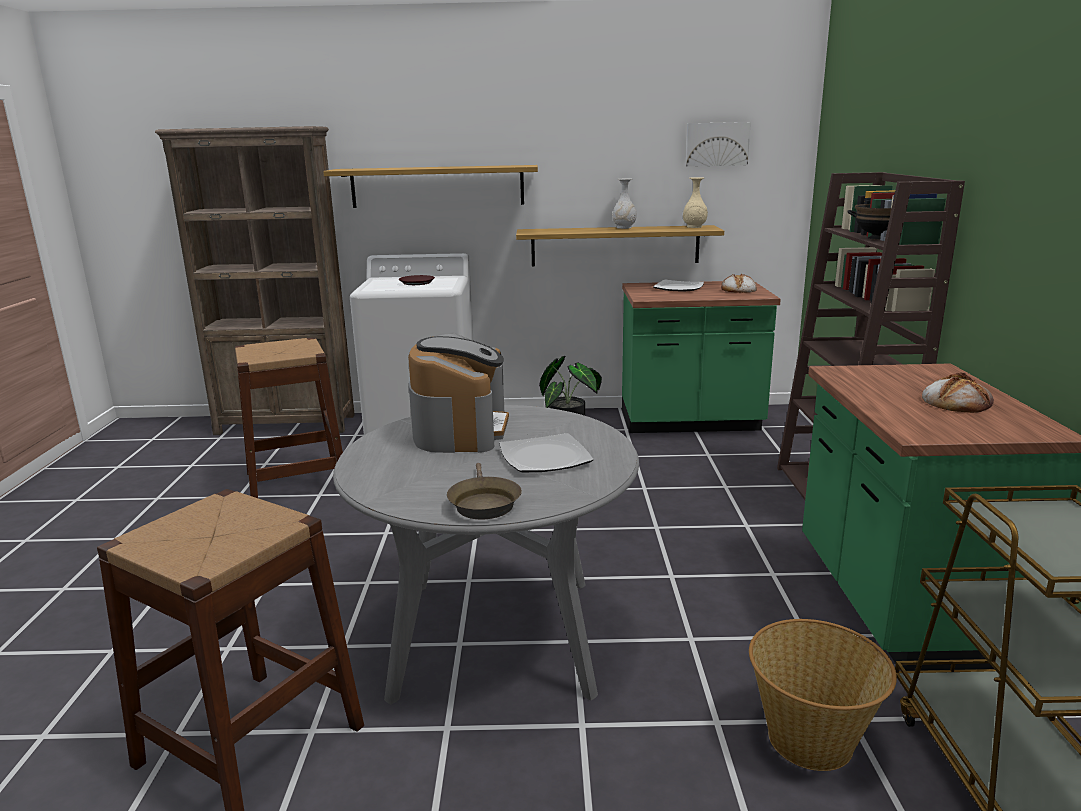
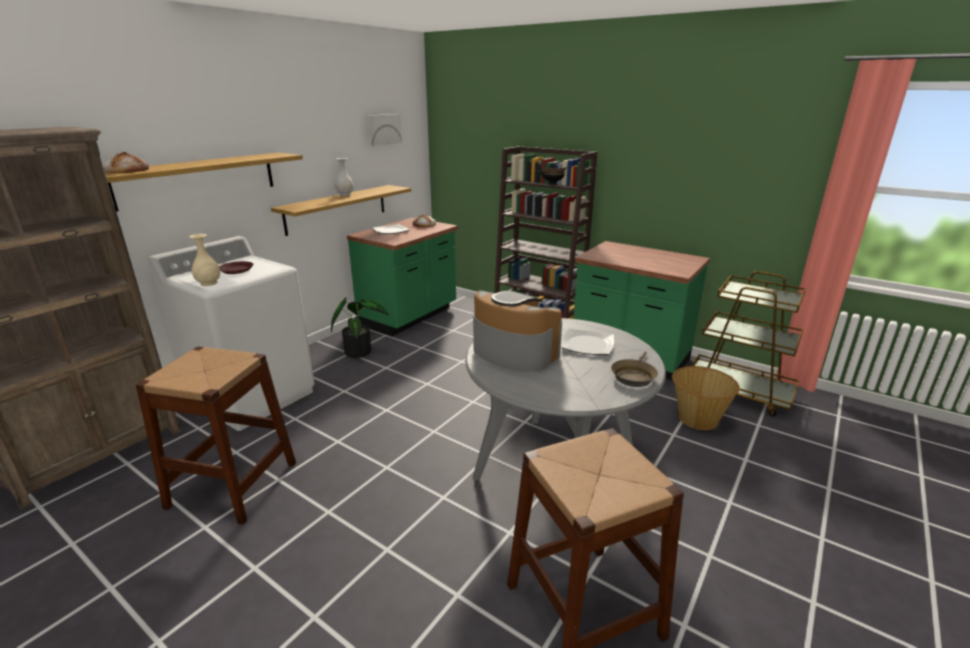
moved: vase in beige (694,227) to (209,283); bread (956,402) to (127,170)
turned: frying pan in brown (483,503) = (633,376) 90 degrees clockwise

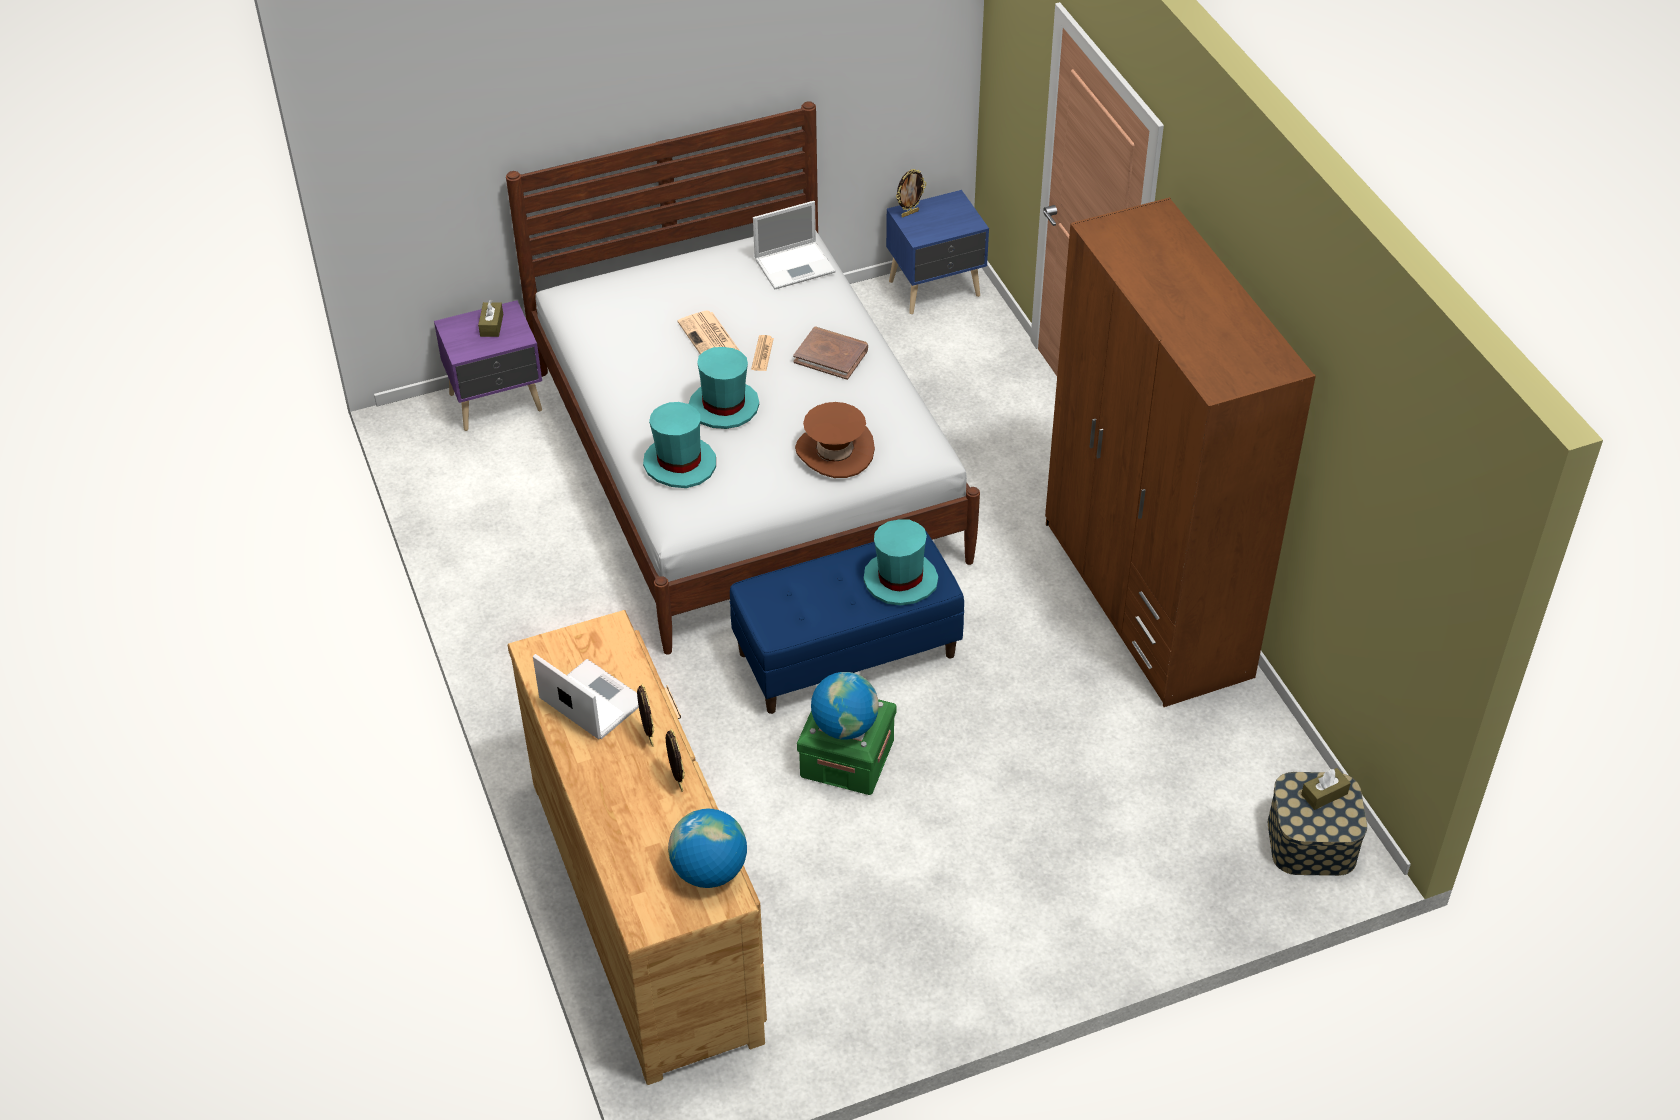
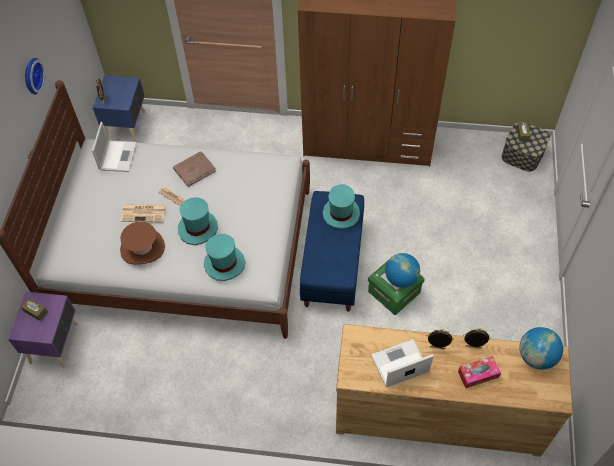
added: wall clock (31,75); tissue box (478,374)
moved: hat in brown (834,451) to (142,248)

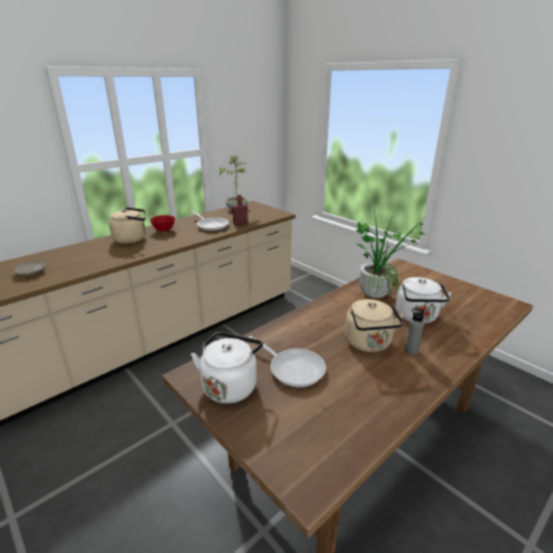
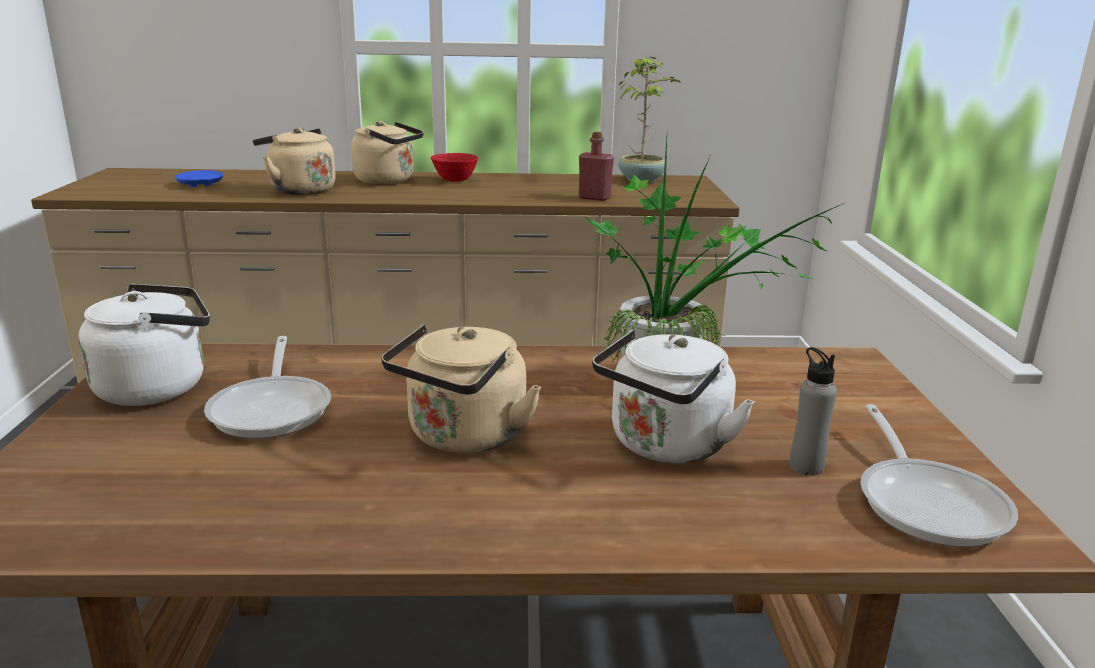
added: kettle in beige (299,190)
moved: frying pan (211,225) to (927,502); bottle in grey (411,350) to (806,466)
recoloured: plate in beige (31,272) to plate in blue (200,185)

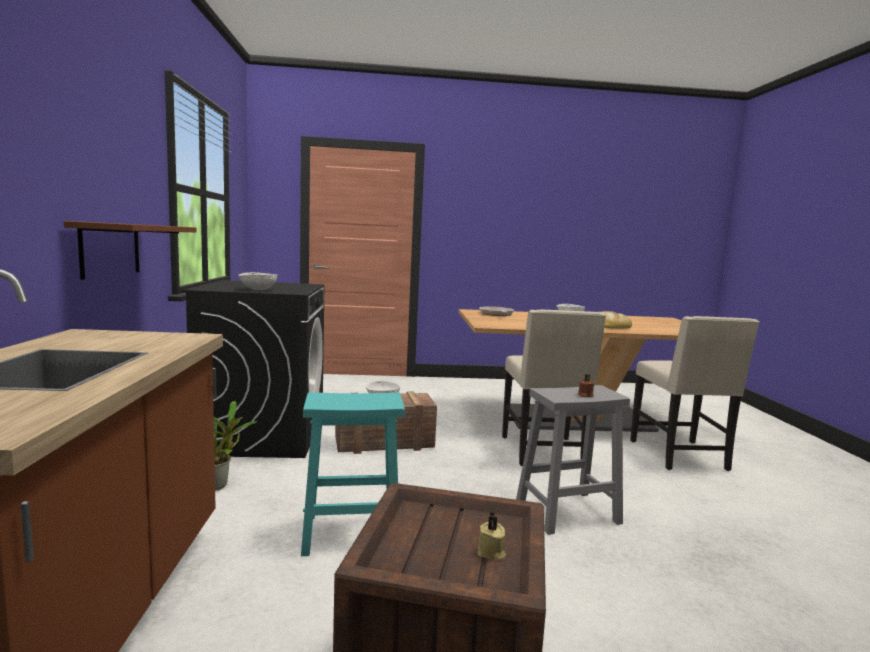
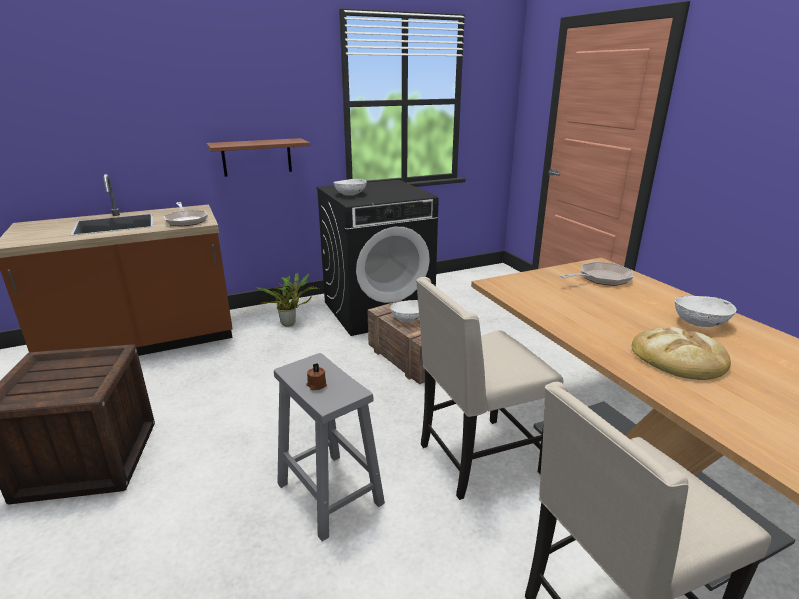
removed: stool in turquoise (349,533); candle in beige (491,553)
added: frying pan (186,220)

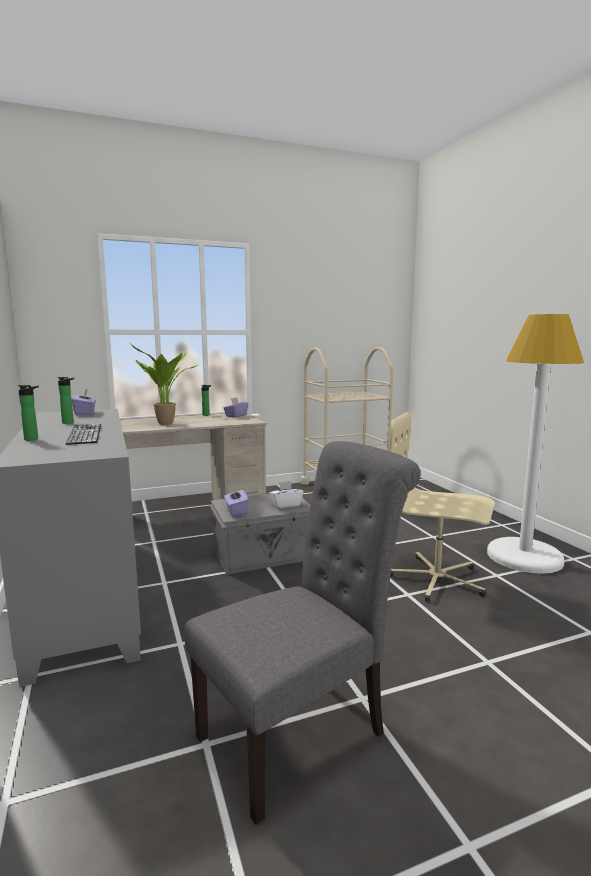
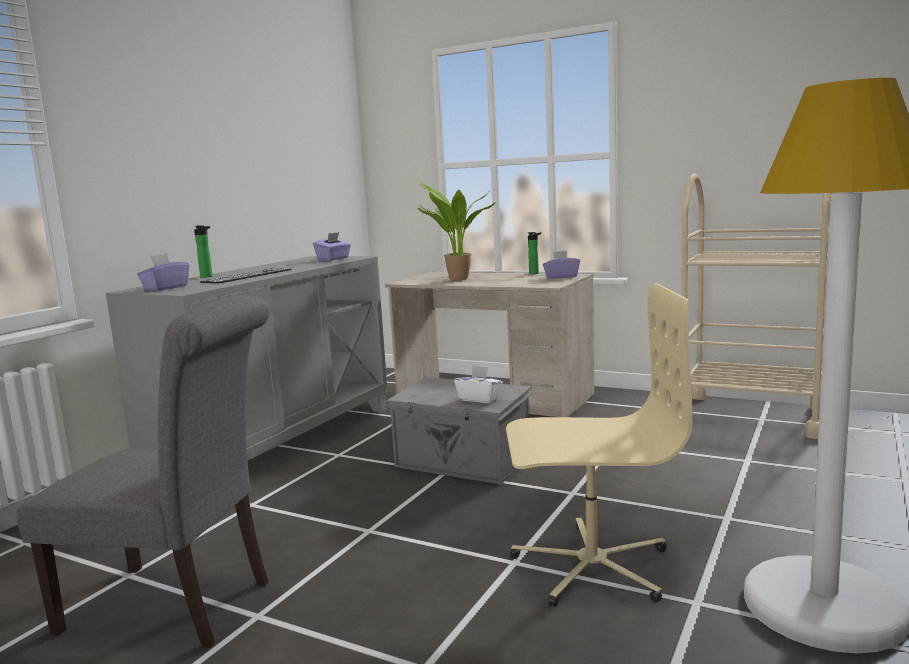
removed: bottle (70,422)
moved: tissue box in purple (236,511) to (165,288)
turned: office chair in beige (437,579) = (591,566) 105 degrees clockwise

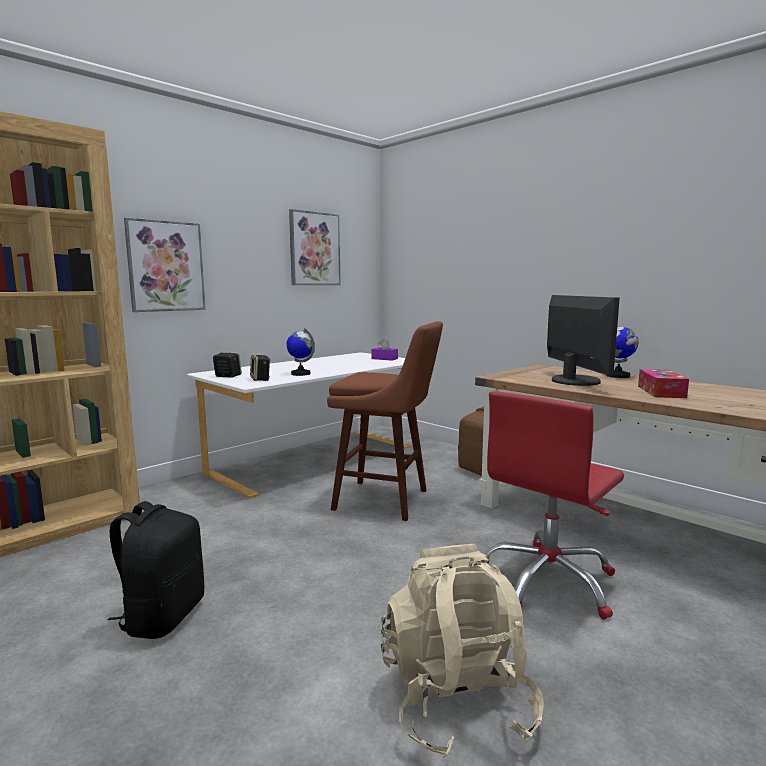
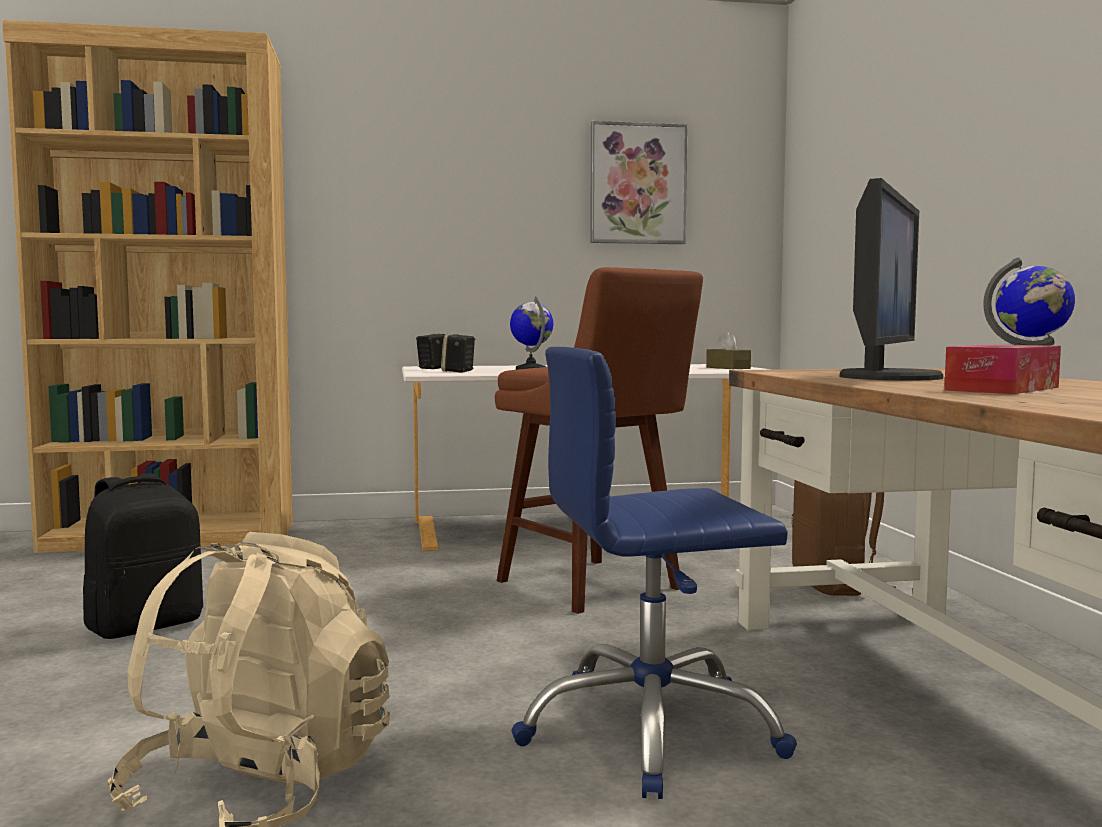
removed: picture (165,266)
recoloured: tissue box in purple (384,359) to tissue box in brown (728,368); office chair in red (548,581) to office chair in blue (650,731)

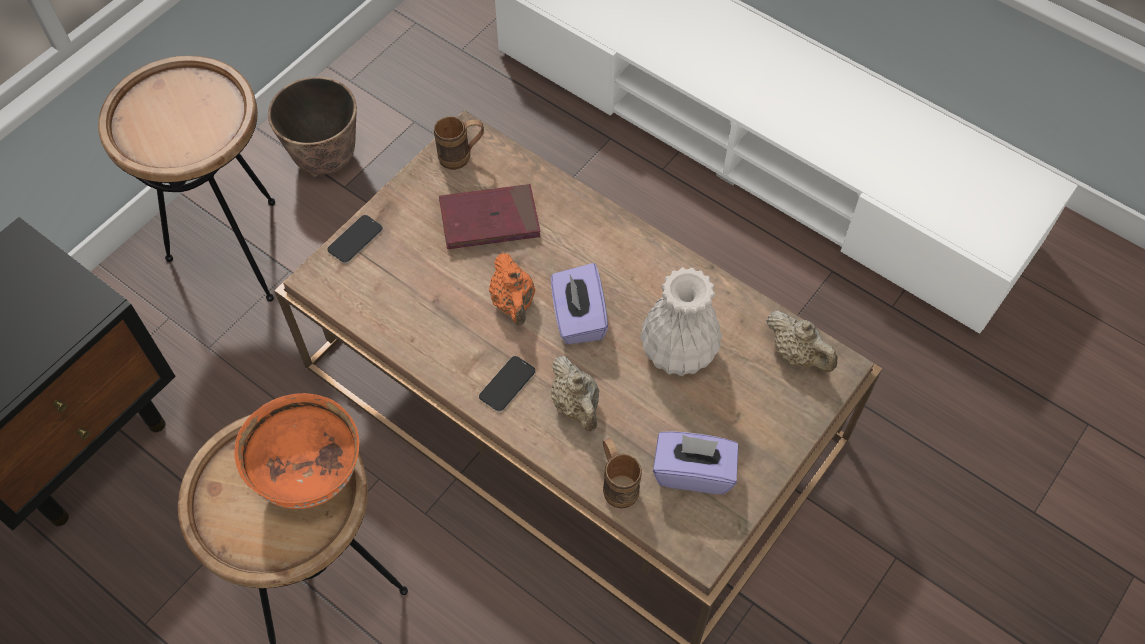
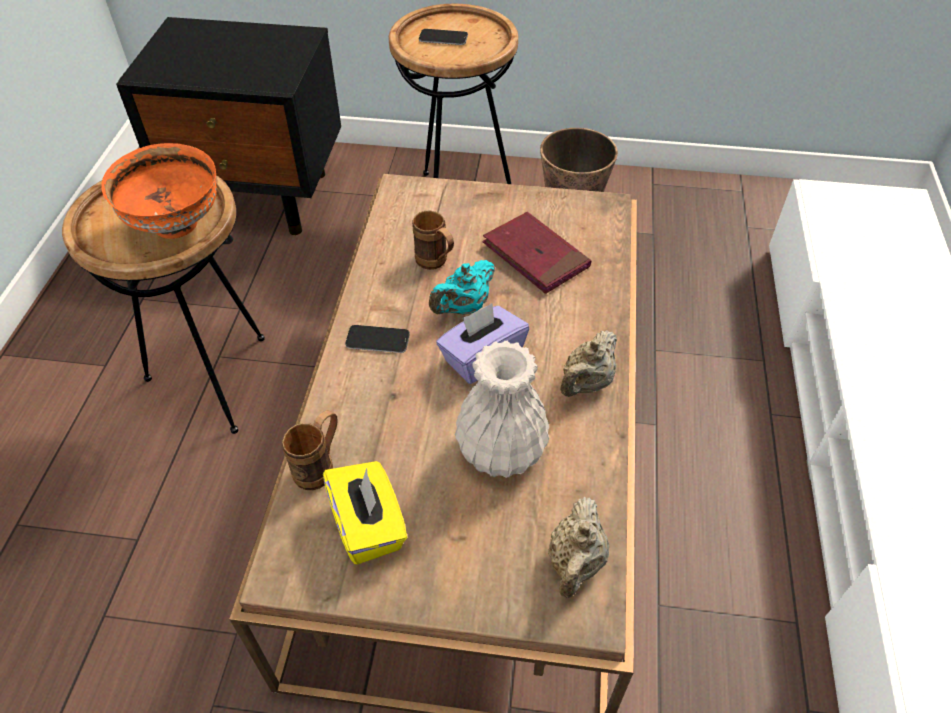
moved: phone (355,240) to (443,38); mug in brown (462,157) to (436,263); teapot in beige (576,406) to (586,383)
recoloured: teapot in orange (513,303) to teapot in turquoise (463,308); tissue box in purple (693,472) to tissue box in yellow (369,526)

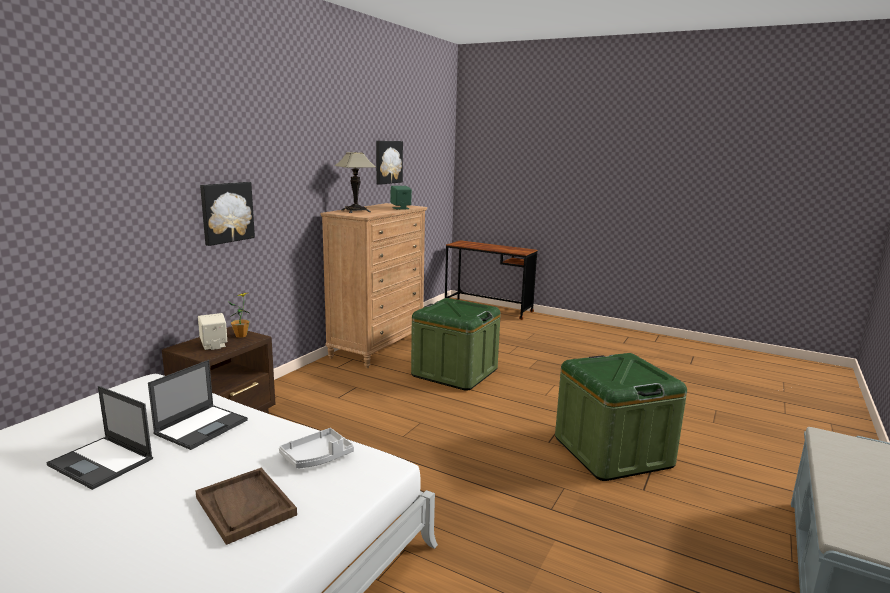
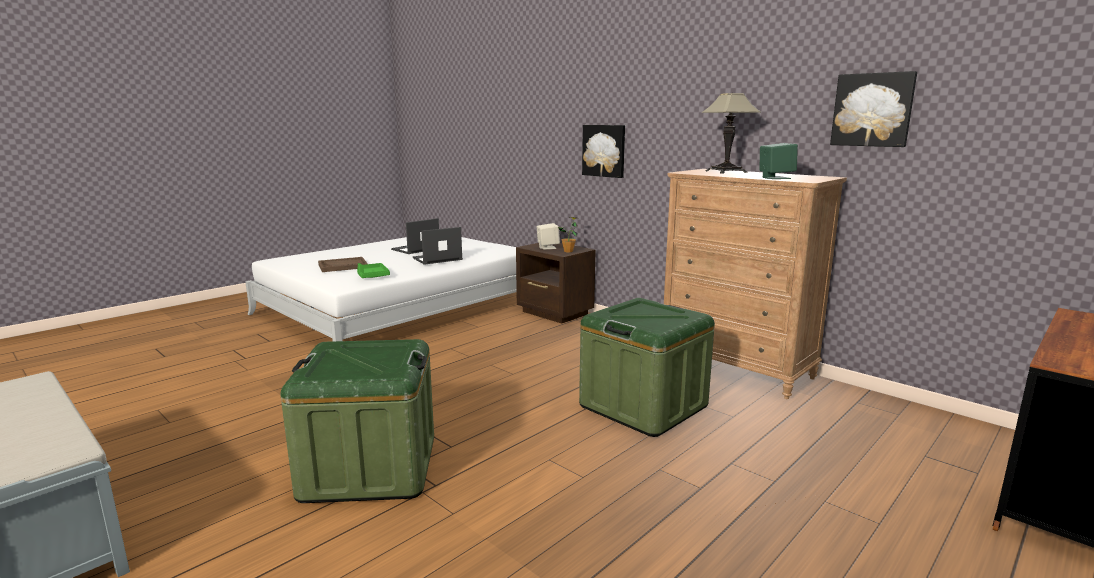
recoloured: tray in grey (317,457) to tray in green (372,276)
turned: laptop (202,426) = (437,259) 105 degrees clockwise

